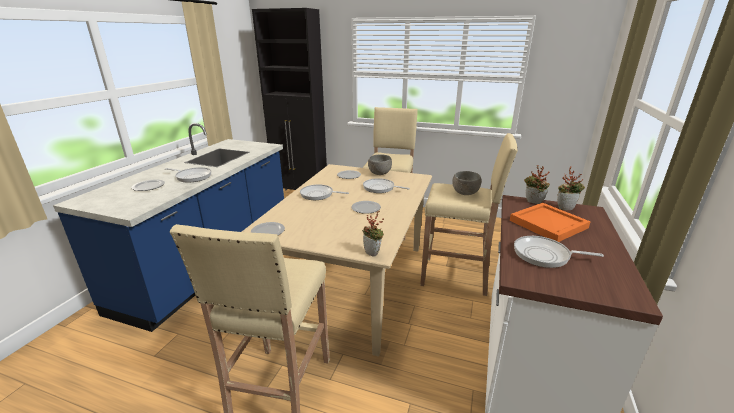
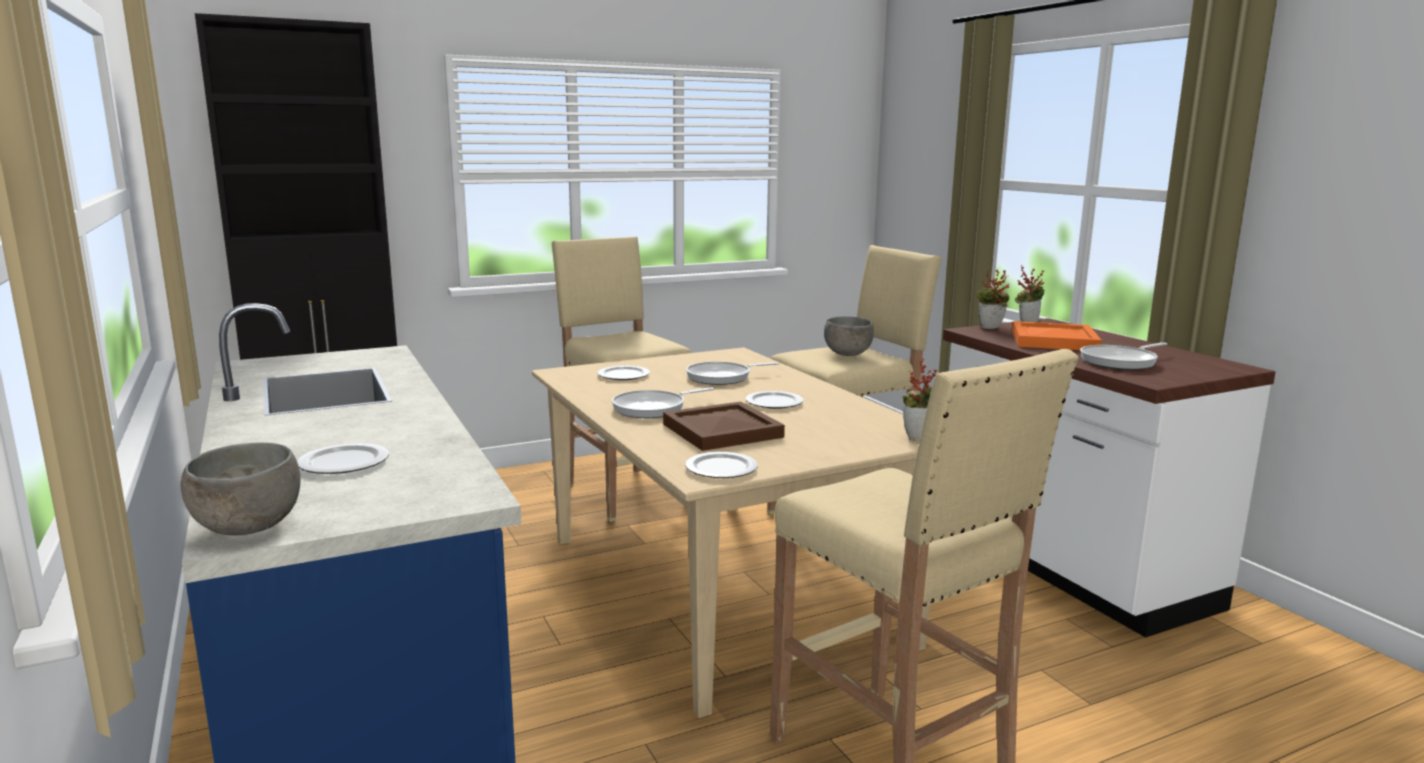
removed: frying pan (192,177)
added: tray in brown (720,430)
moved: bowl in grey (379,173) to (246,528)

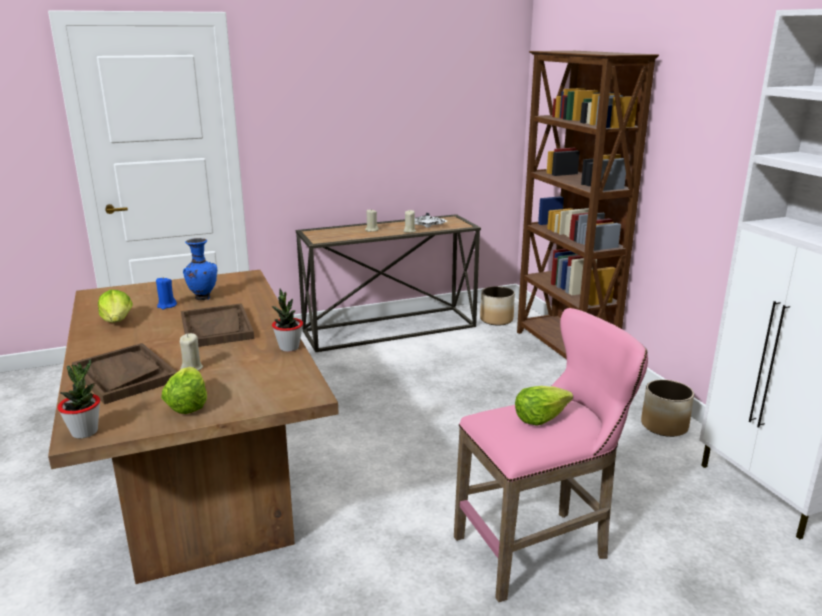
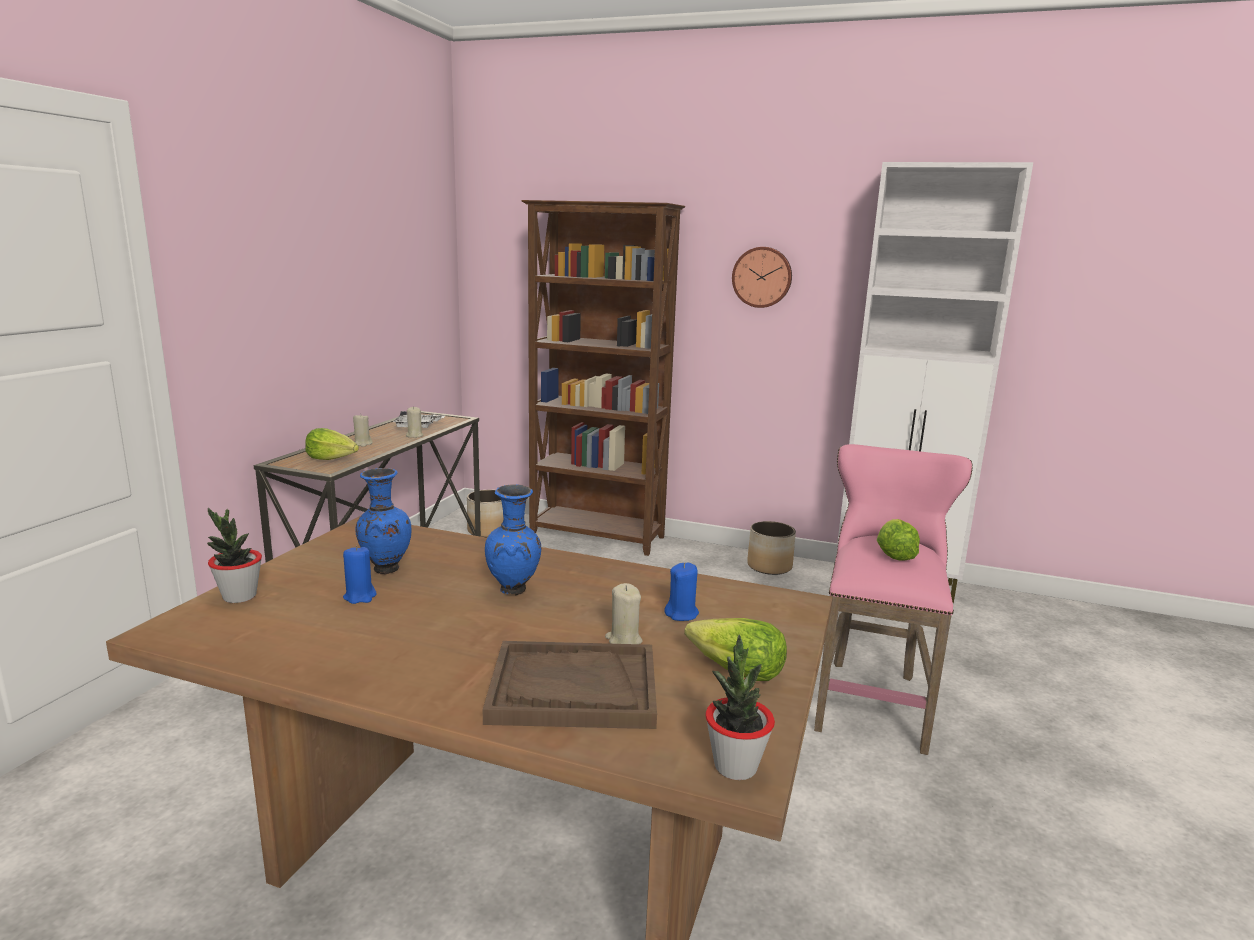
added: candle in blue (682,614); wall clock (762,277)
moved: lettuce (117,321) to (332,459); potted plant (289,347) to (239,596)
replaced: tray in brown (217,328) to vase in blue (514,591)

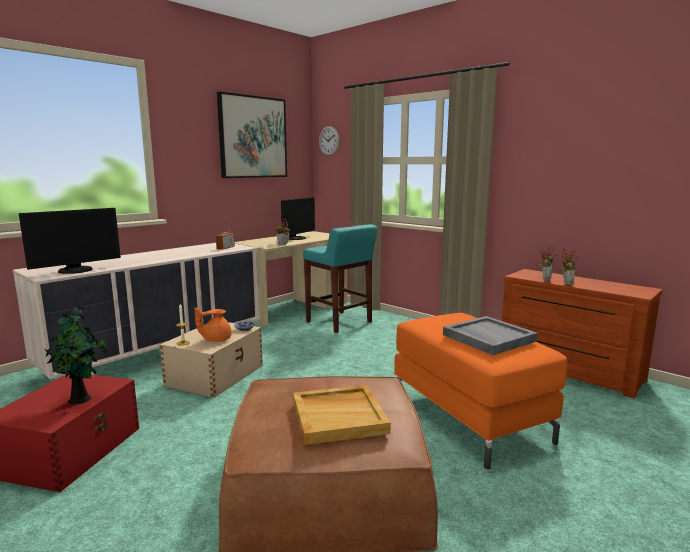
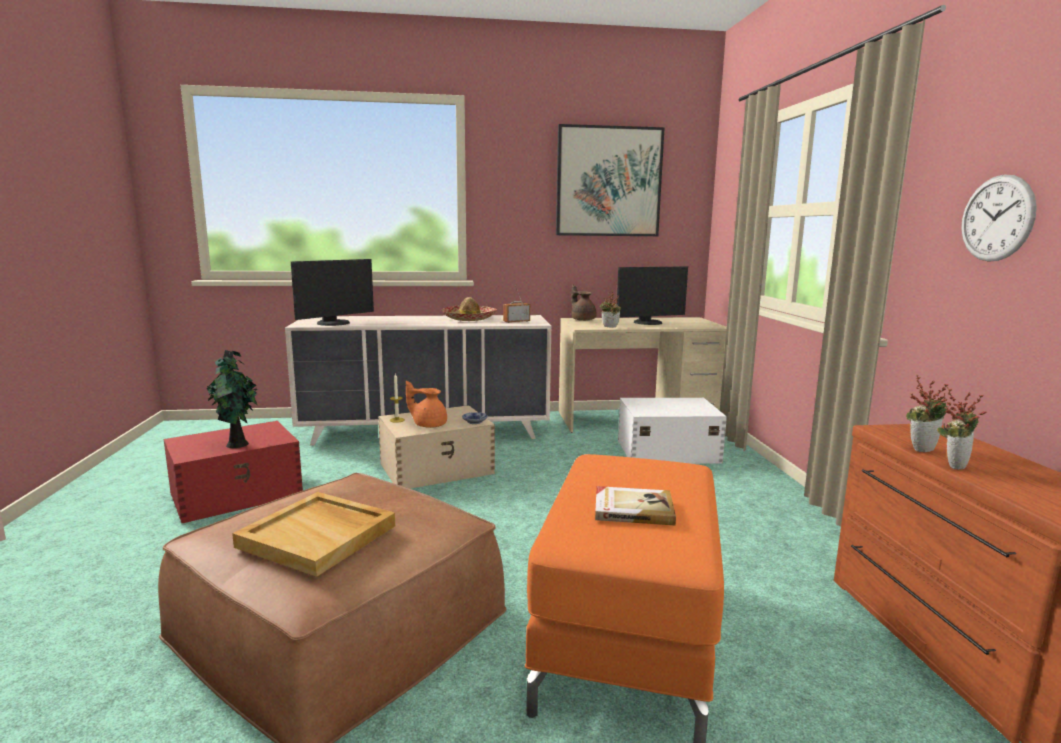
added: hat (469,319); teapot in brown (582,319)
moved: wall clock (329,141) to (996,218)
replaced: stool in turquoise (339,322) to storage box in white (666,451); tray in grey (488,338) to book (632,508)
turned: monitor (76,270) = (334,323) 45 degrees counterclockwise

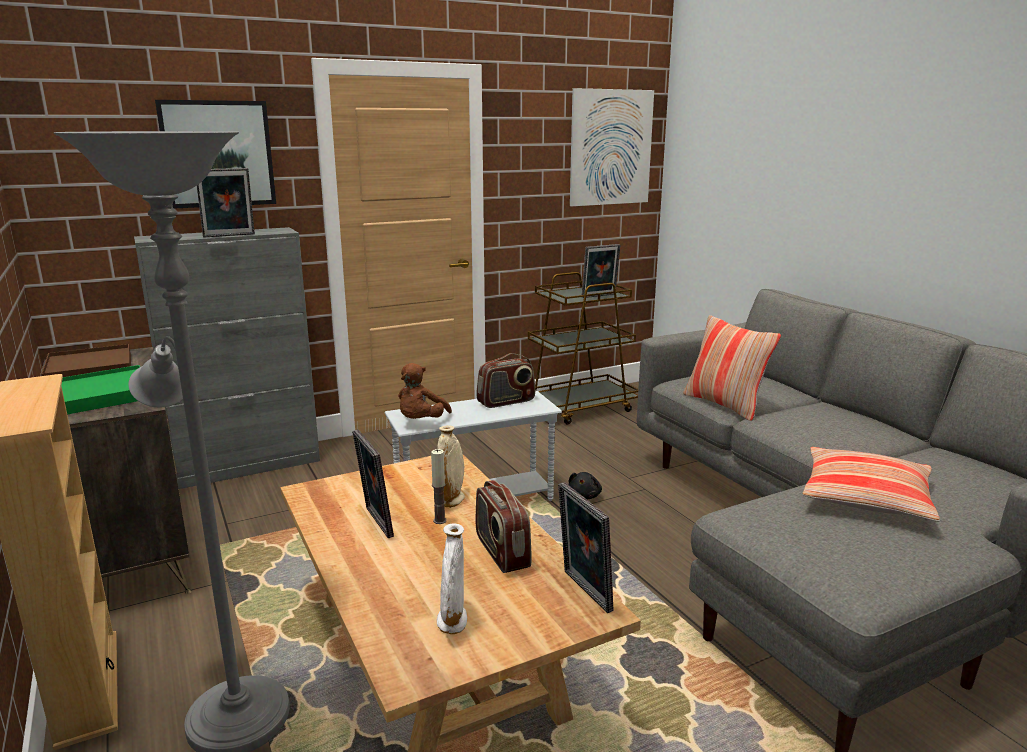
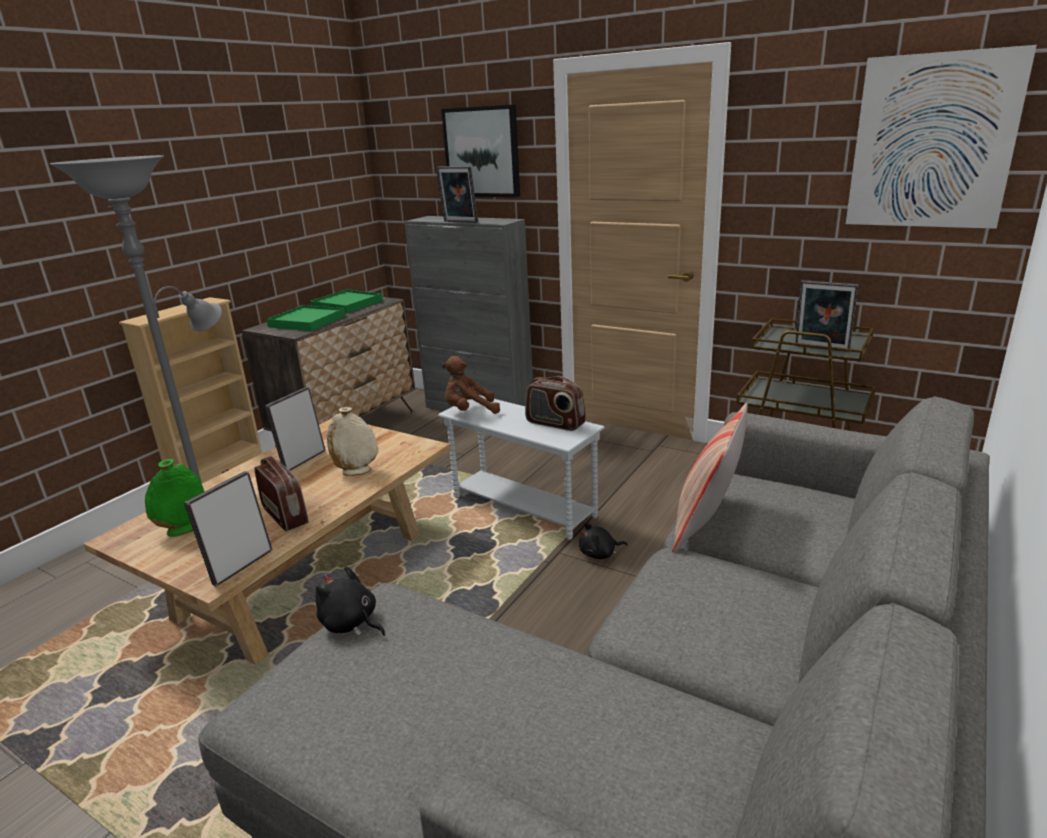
removed: candle (439,520); pillow (866,497)
added: plush toy in black (351,623)
recoloured: tray in brown (89,369) to tray in green (347,304); vase in white (452,621) to vase in green (184,529)
turned: radio (501,552) = (285,515) 105 degrees clockwise

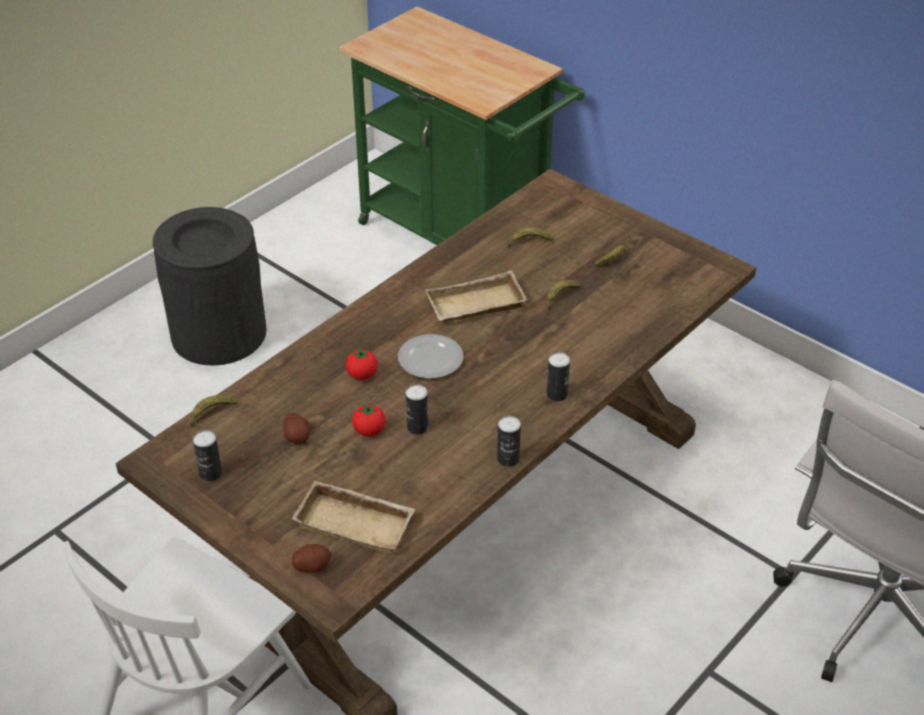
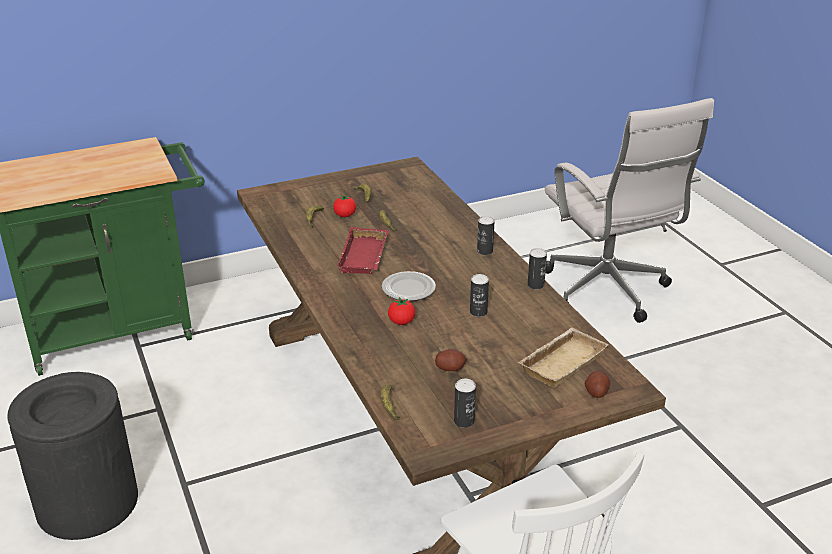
moved: tomato (369,431) to (345,215)
recoloured: tray in beige (475,306) to tray in red (365,257)

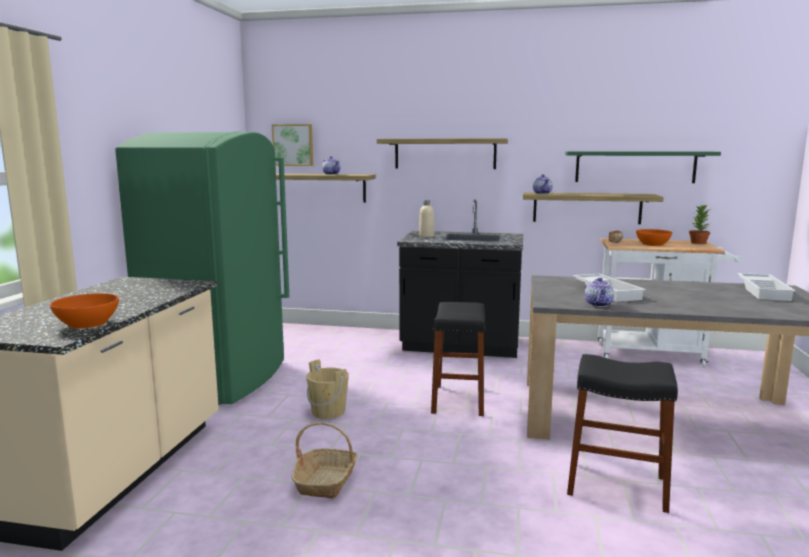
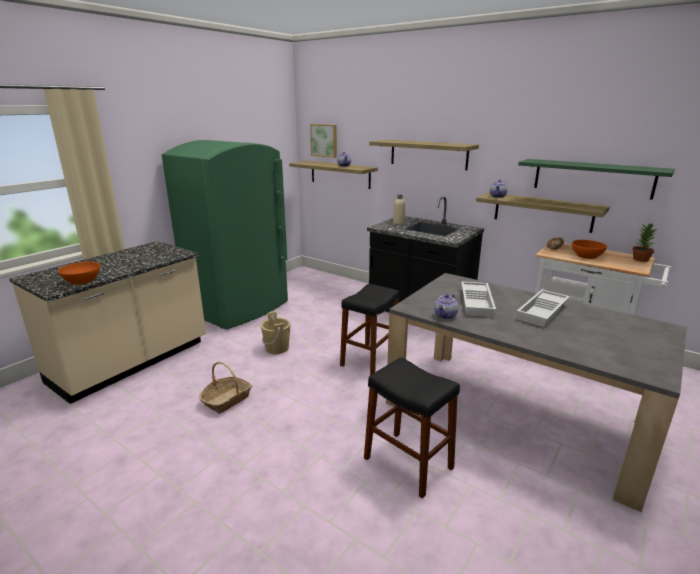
moved: tray in white (765,291) to (543,312)

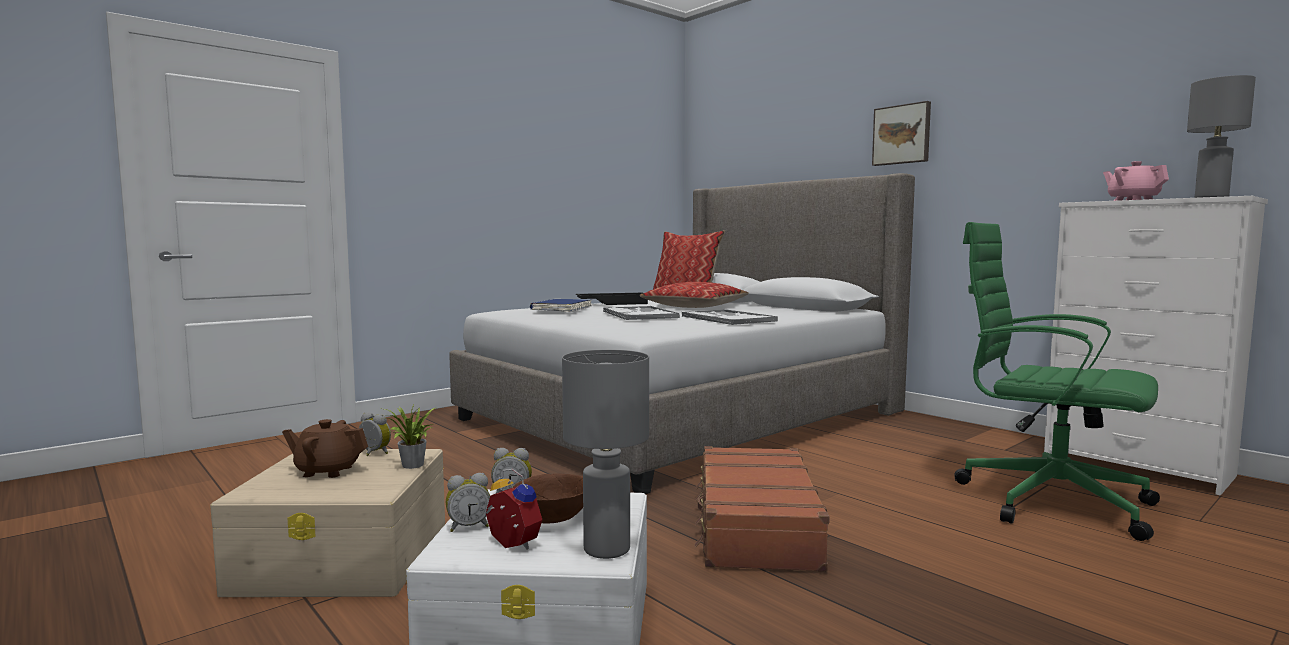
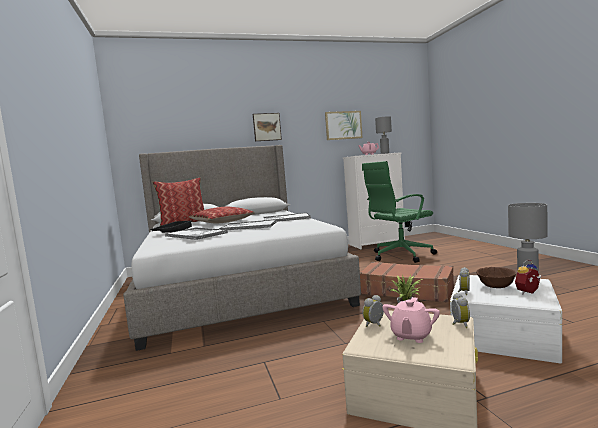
added: picture (343,125)
moved: alarm clock (468,527) to (459,324)
replaced: book in blue (561,308) to tray (196,234)
recoloured: teapot in brown (327,471) to teapot in pink (411,336)

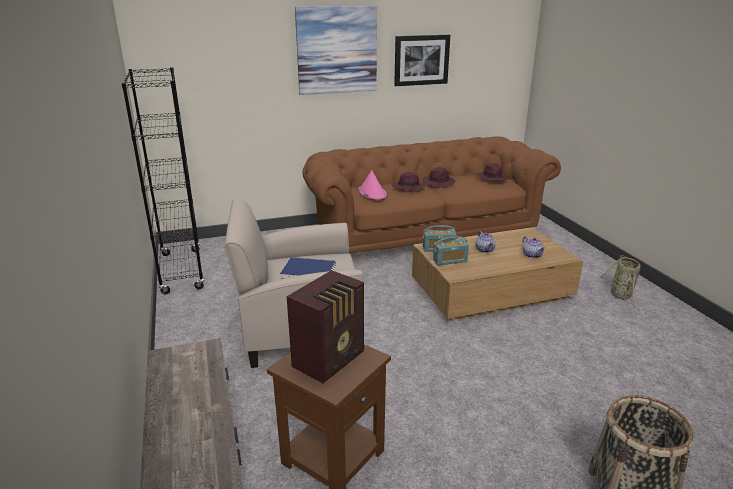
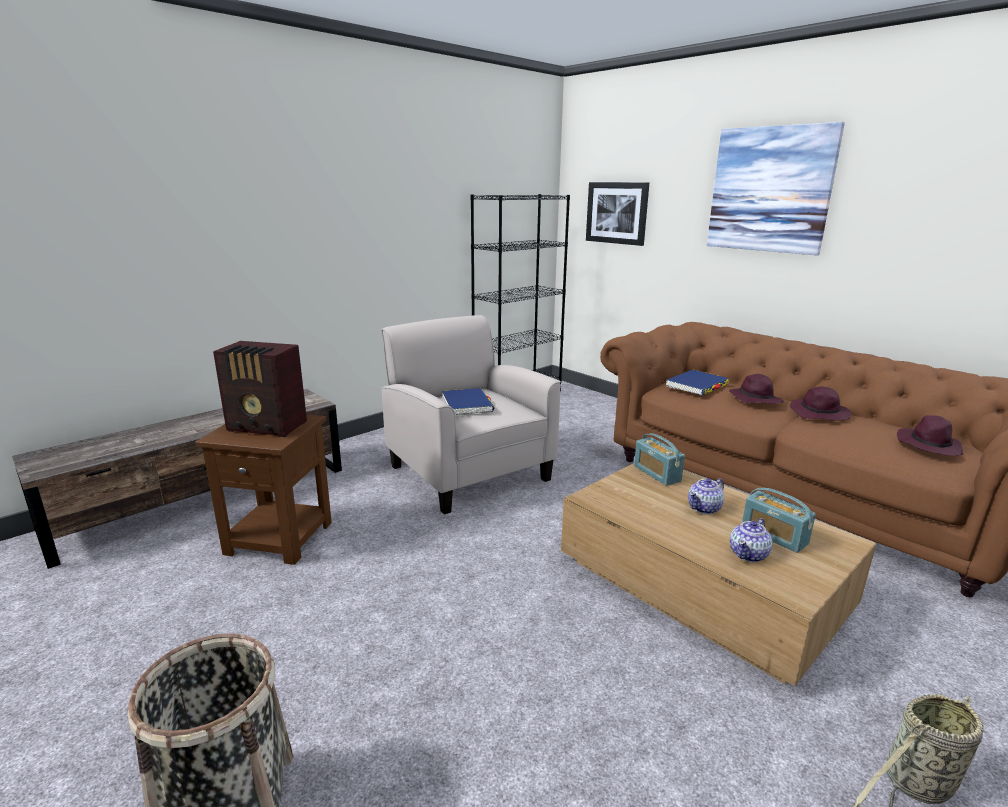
moved: picture (421,60) to (617,213); radio (450,261) to (774,536)
replaced: hat in pink (372,193) to book in blue (697,385)

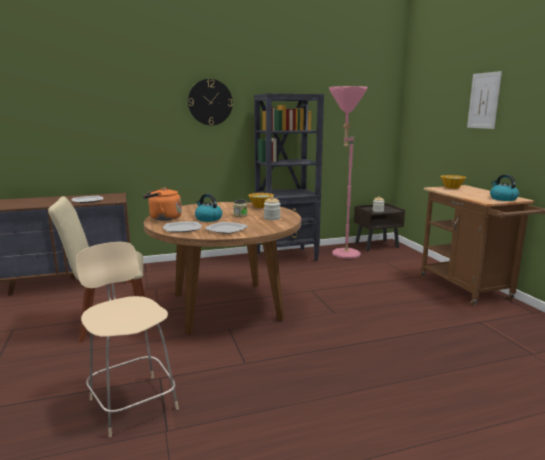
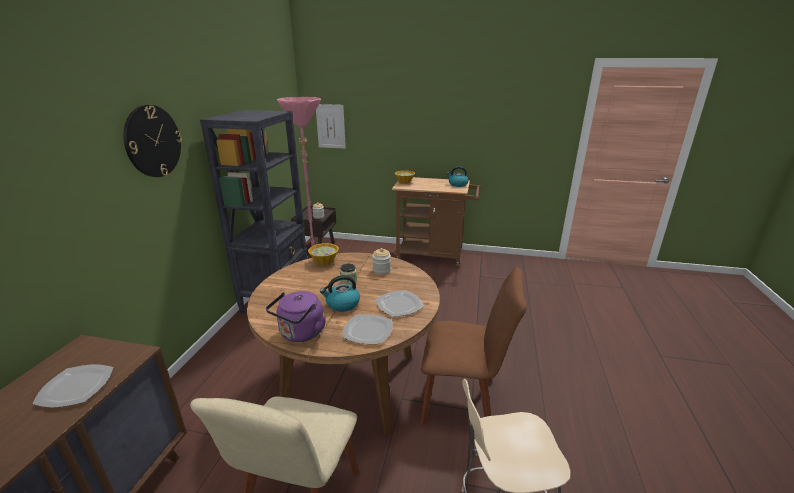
added: chair in brown (463,402)
moved: picture (484,100) to (330,126)
recoloured: kettle in orange (163,218) to kettle in purple (300,334)

